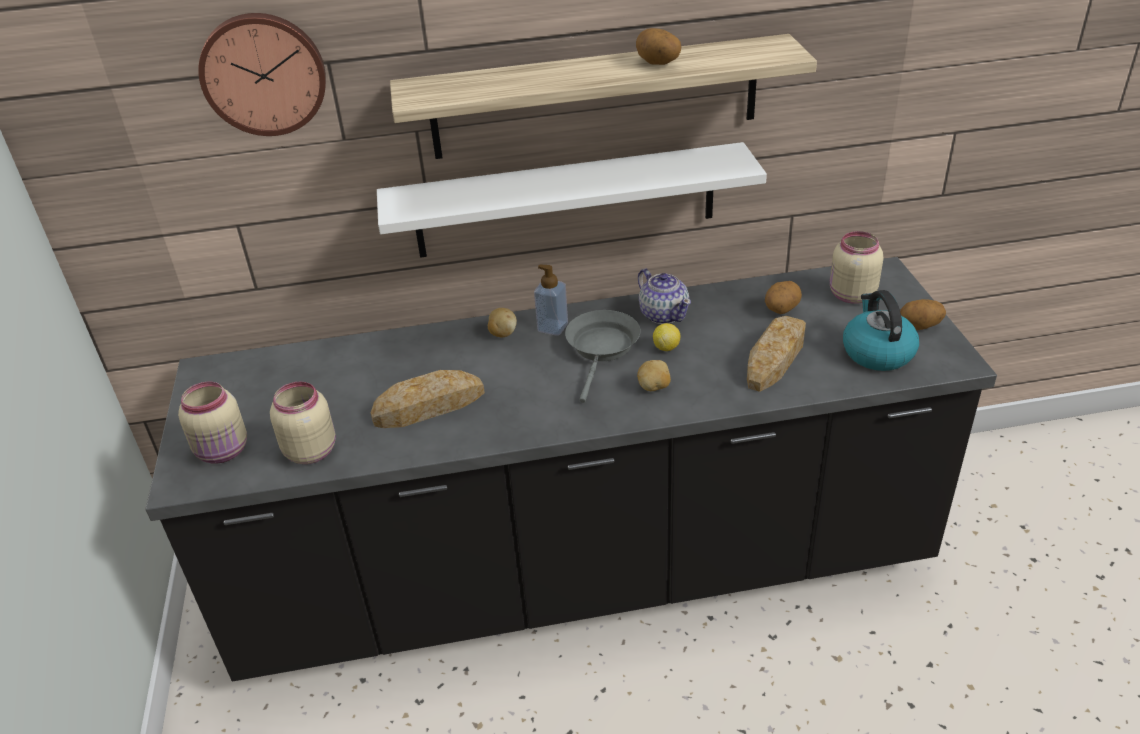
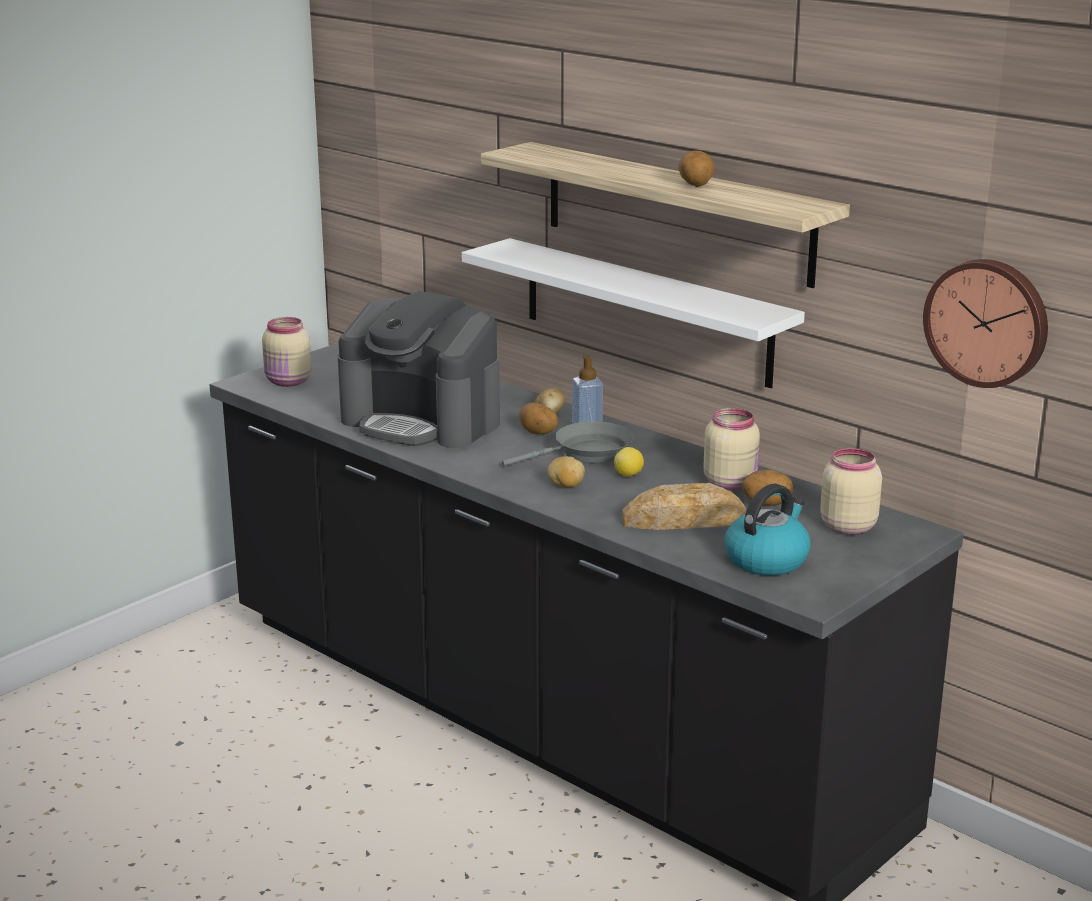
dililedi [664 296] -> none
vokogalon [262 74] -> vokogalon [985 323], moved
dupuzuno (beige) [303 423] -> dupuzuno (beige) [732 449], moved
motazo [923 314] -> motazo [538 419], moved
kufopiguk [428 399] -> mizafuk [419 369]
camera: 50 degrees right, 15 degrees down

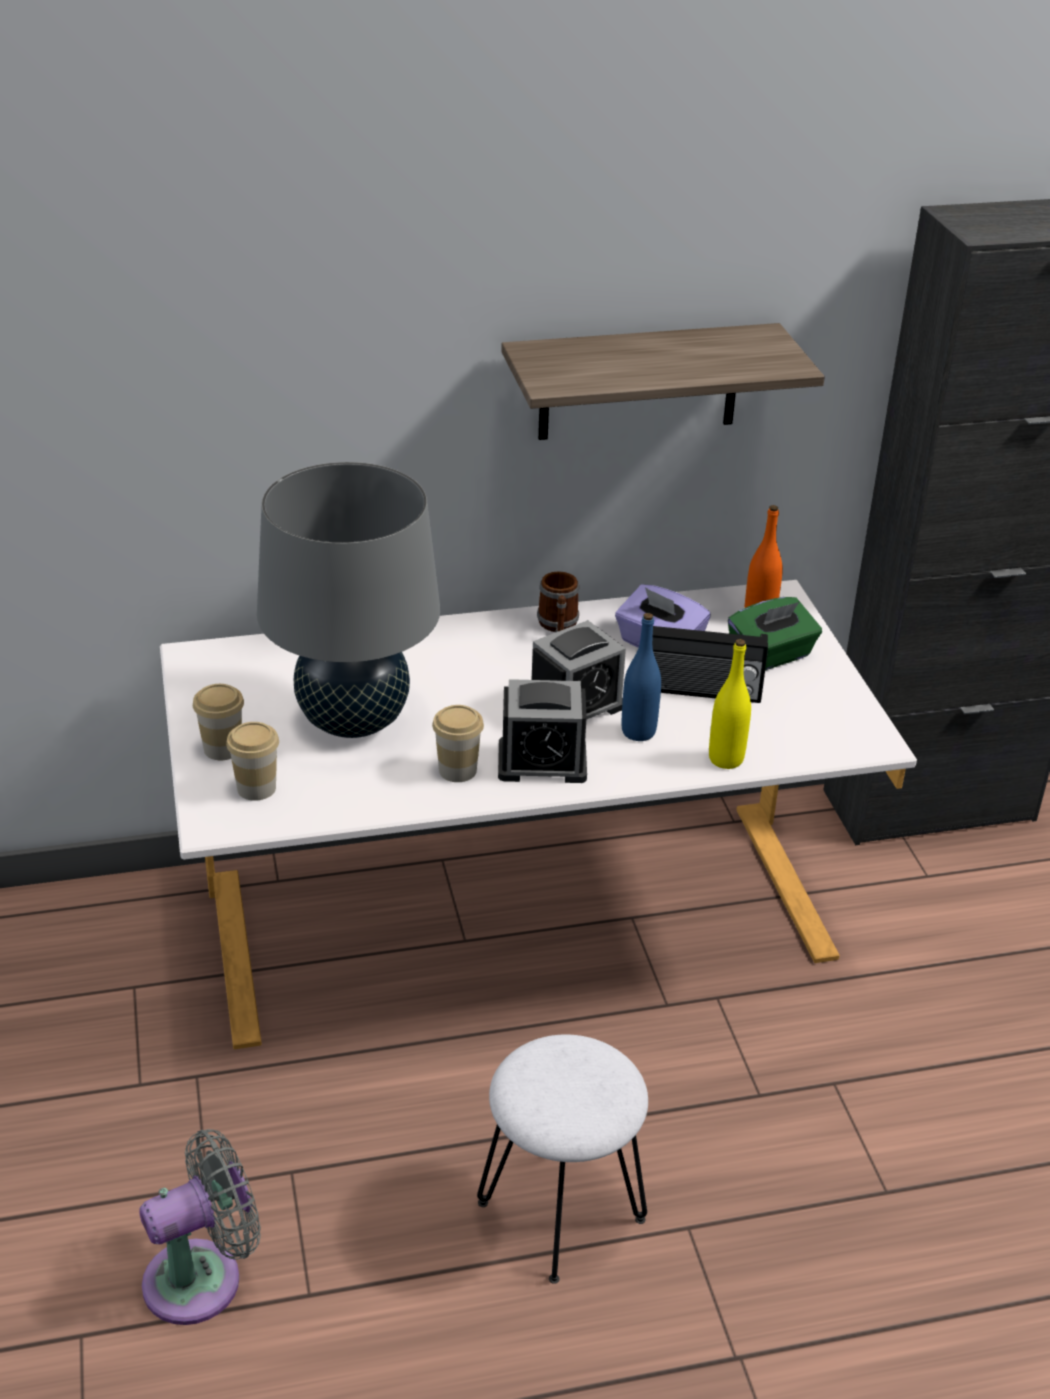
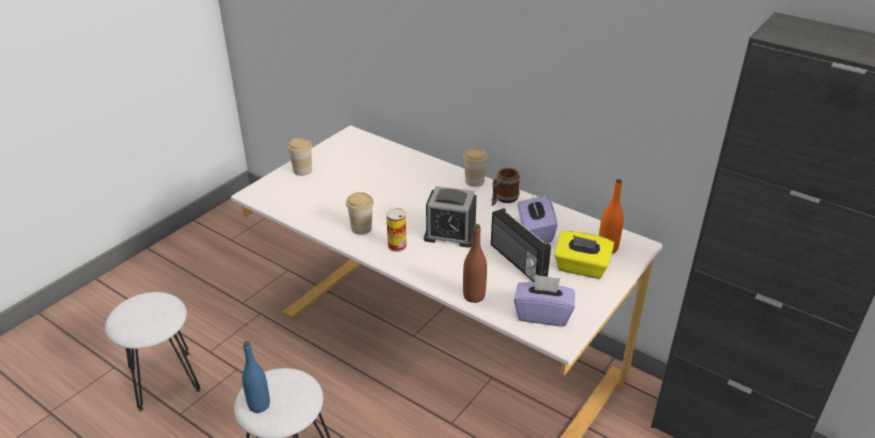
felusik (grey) [348 600] -> none
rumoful [663 381] -> none
none -> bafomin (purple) [544 300]
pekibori [252 761] -> pekibori [475 167], moved
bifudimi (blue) [641 677] -> bifudimi (blue) [256 377], moved
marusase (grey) [200 1227] -> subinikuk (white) [153 351]
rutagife [542 731] -> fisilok [396 230]
bifudimi (yellow) [730 704] -> bifudimi (brown) [475 263]
bafomin (green) [775 633] -> bafomin (yellow) [584 255]
camera: 50 degrees right, 0 degrees up

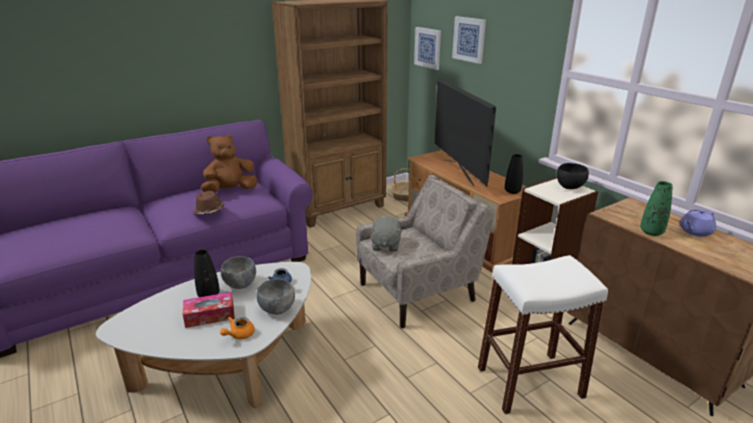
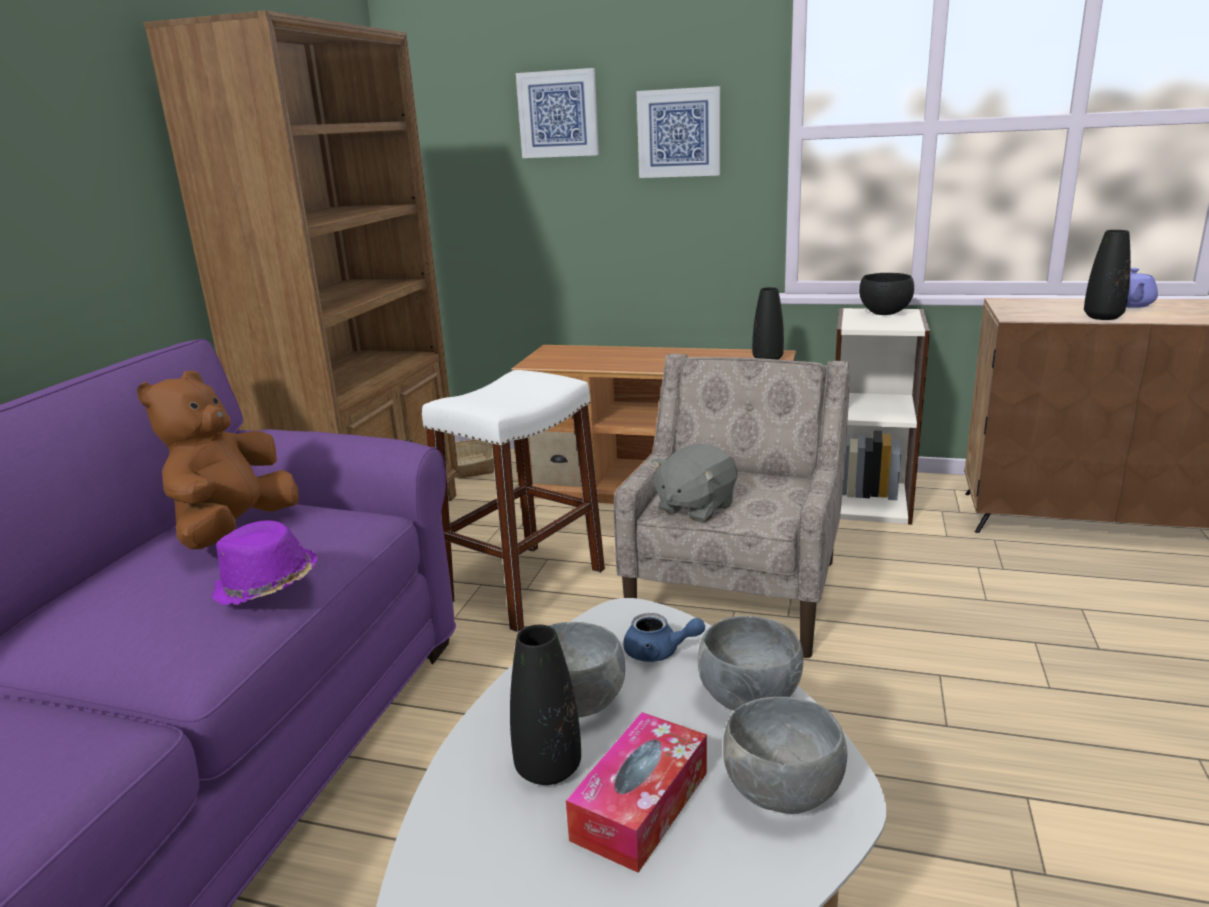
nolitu [465 132] -> none
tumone [427 48] -> tumone [678 132], moved
subinikuk (white) [543 334] -> subinikuk (white) [513 501], moved
dililedi (orange) [237 328] -> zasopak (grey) [785 755]
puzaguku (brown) [209 202] -> puzaguku (purple) [265 562]
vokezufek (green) [656 208] -> vokezufek (black) [1107 275]
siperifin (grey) [385 234] -> siperifin (grey) [694 483], 75 degrees clockwise
camera: 40 degrees left, 5 degrees down

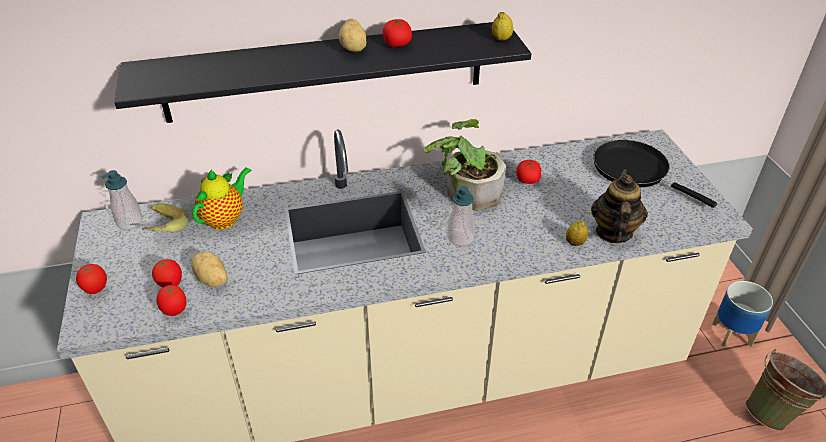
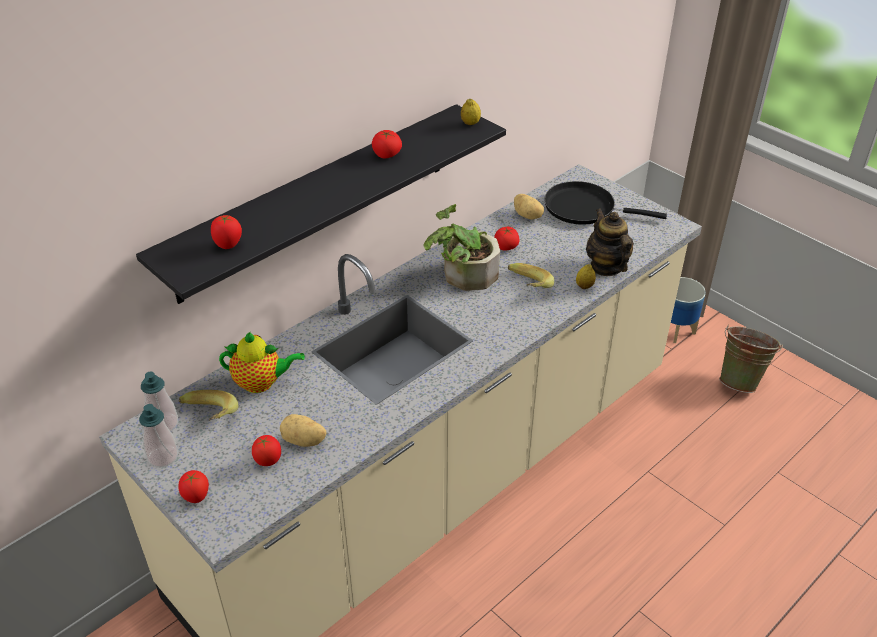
none -> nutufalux [531 275]
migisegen [171 300] -> migisegen [226 232], moved
motazo [352 35] -> motazo [529 207], moved
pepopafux [461 216] -> pepopafux [158 435], moved
dililedi [222 198] -> dililedi [262 362], 90 degrees clockwise
camera: 30 degrees left, 0 degrees up

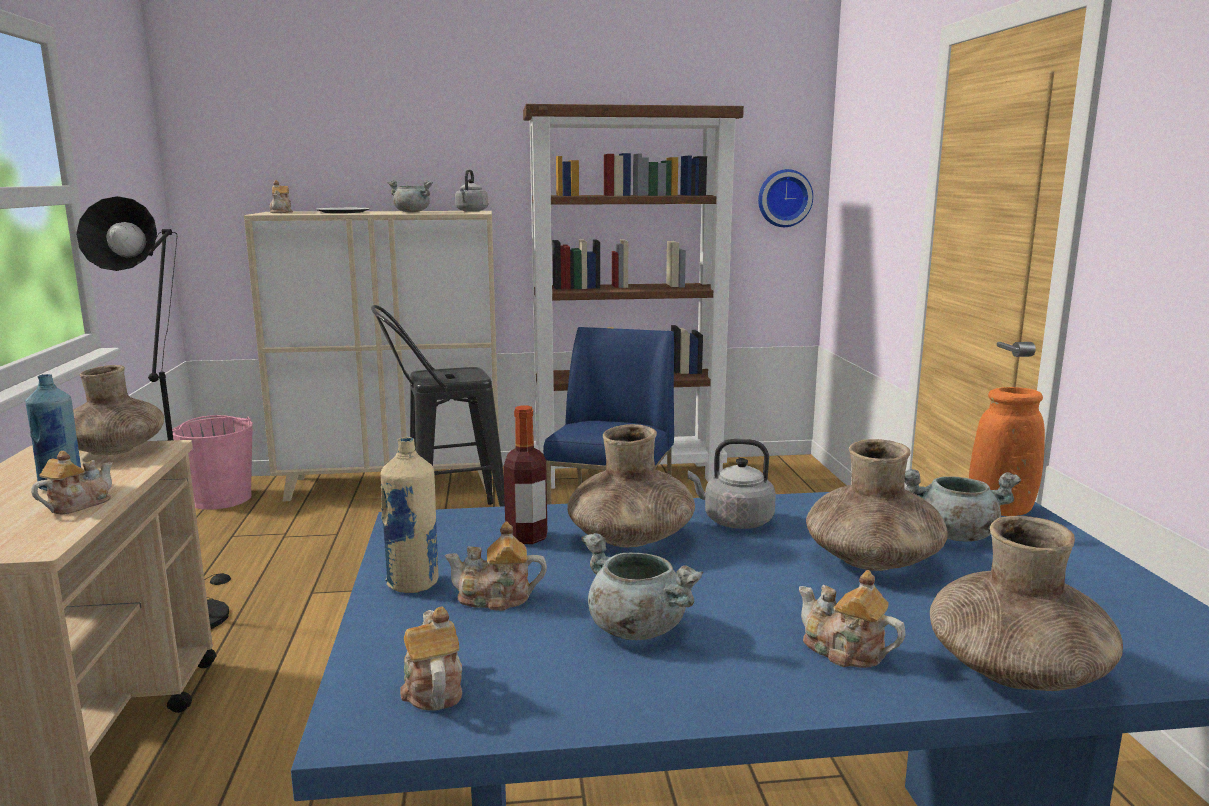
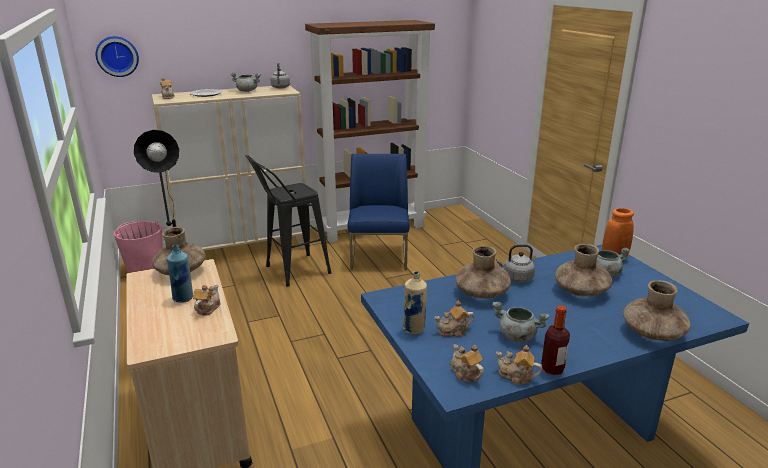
bifudimi [525 475] -> bifudimi [555 340], moved
vokogalon [785 198] -> vokogalon [117 56], moved
dililedi [852 619] -> dililedi [519 365], moved
camera: 15 degrees left, 10 degrees up

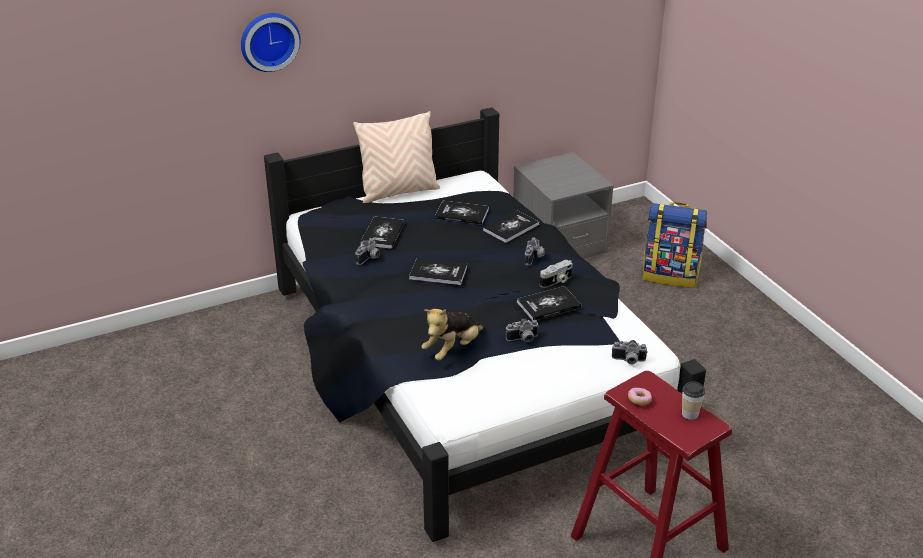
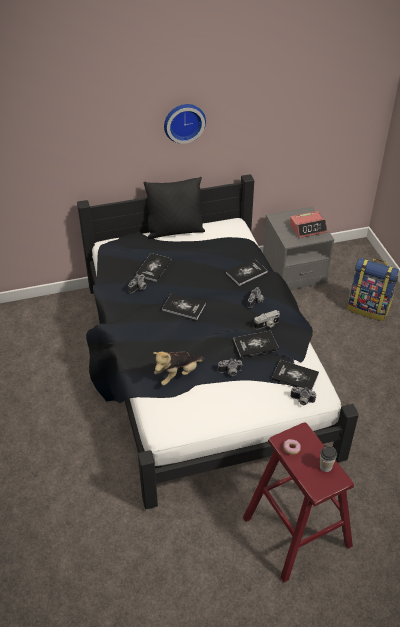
none -> rutagife [308 224]
vokogalon [271 42] -> vokogalon [185 124], moved
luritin [462 213] -> luritin [295 375], moved
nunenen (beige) [396 157] -> nunenen (black) [174 208]
camera: 10 degrees right, 10 degrees up

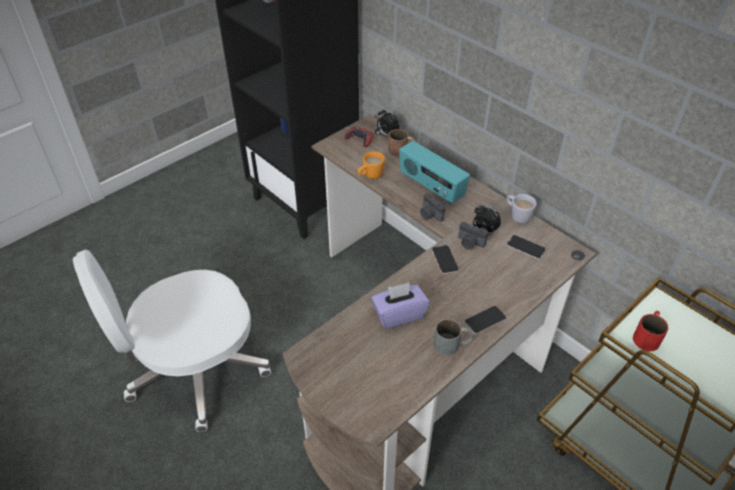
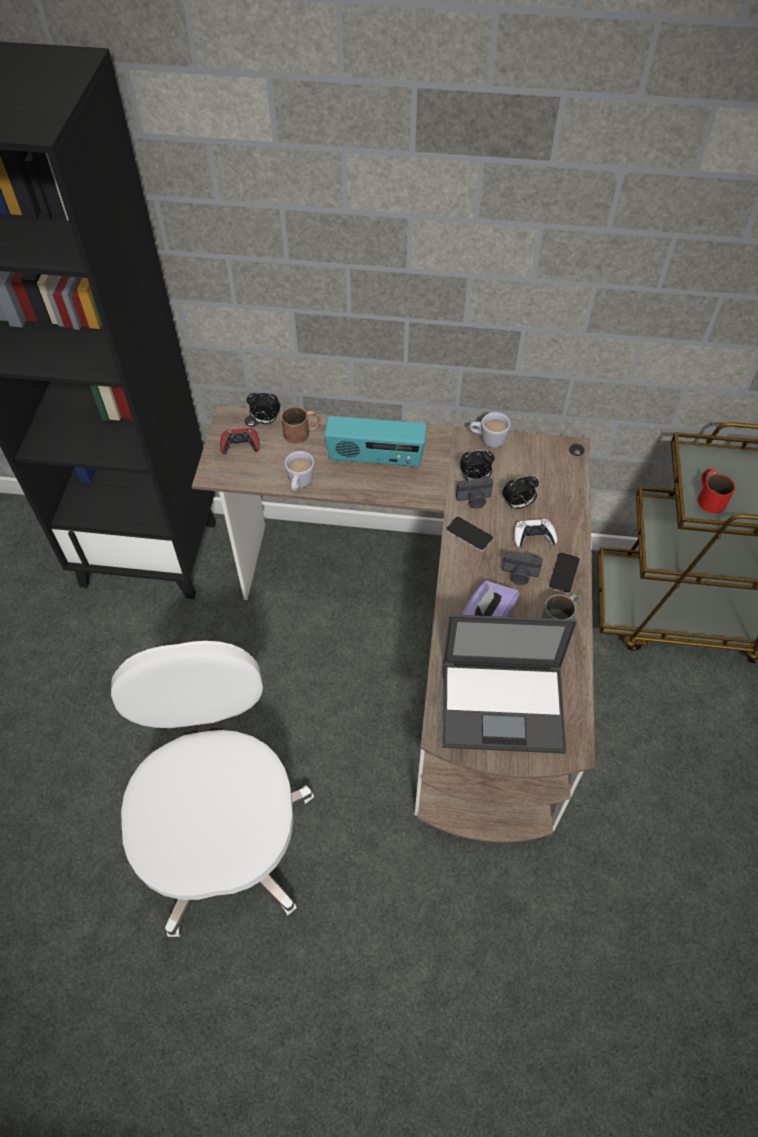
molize [526 247] -> none
none -> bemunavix [509 684]
none -> rutagife [520 492]
none -> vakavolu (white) [535 533]
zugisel [433 207] -> zugisel [522 568], moved
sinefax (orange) [371 165] -> sinefax (white) [299 471]
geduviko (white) [172 341] -> geduviko (white) [212 789], 150 degrees clockwise
camera: 40 degrees left, 10 degrees up

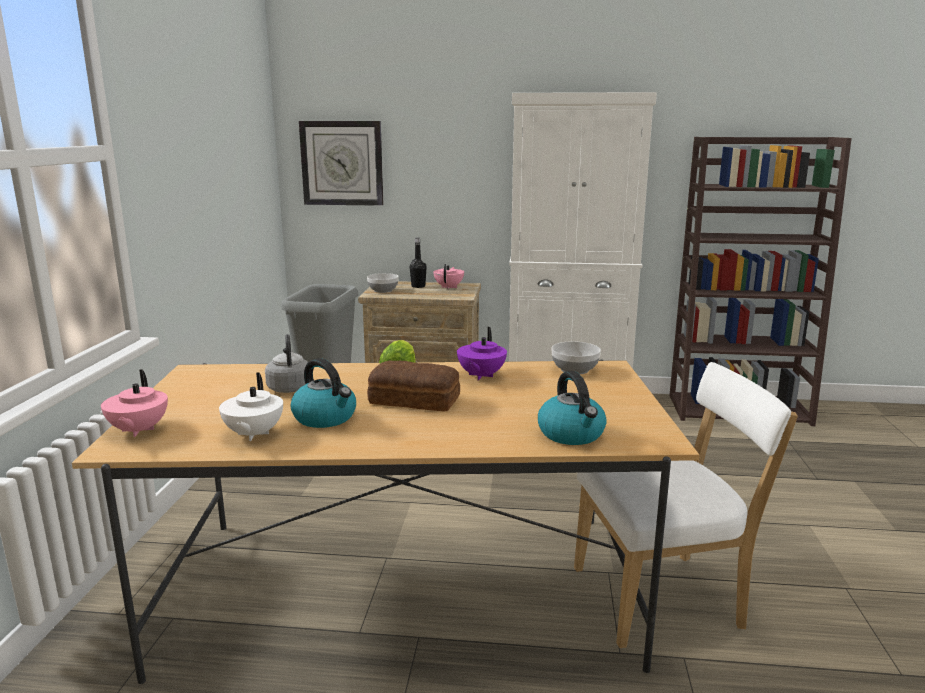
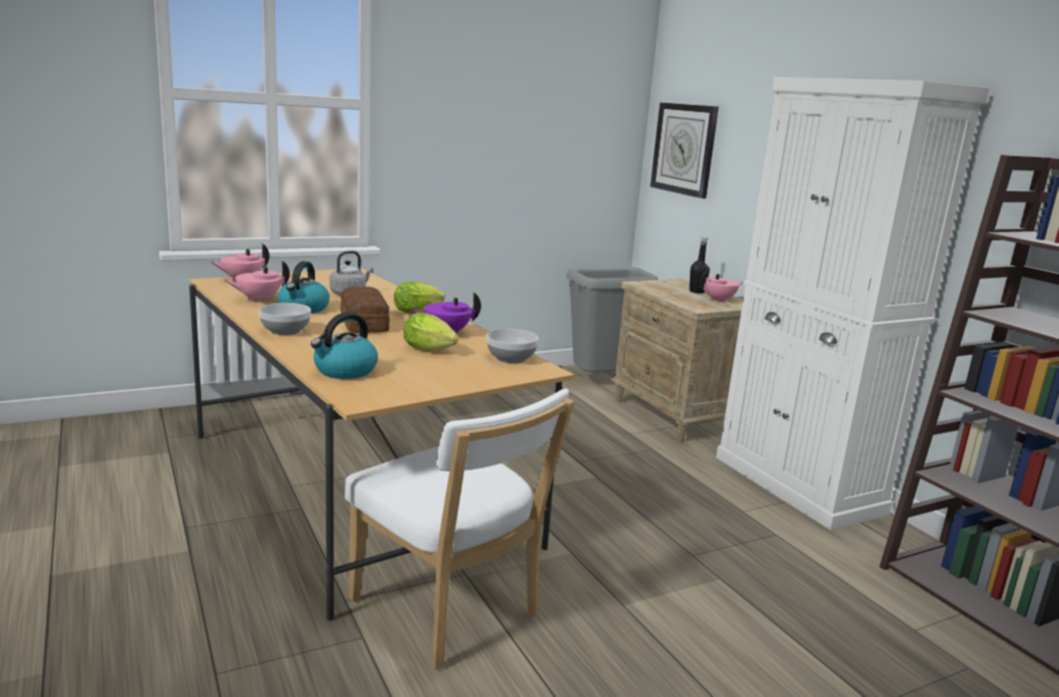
none -> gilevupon [431 332]
zasopak [383 283] -> zasopak [285 319], moved
dililedi (white) [251 406] -> dililedi (pink) [257 281]
camera: 55 degrees right, 0 degrees up

